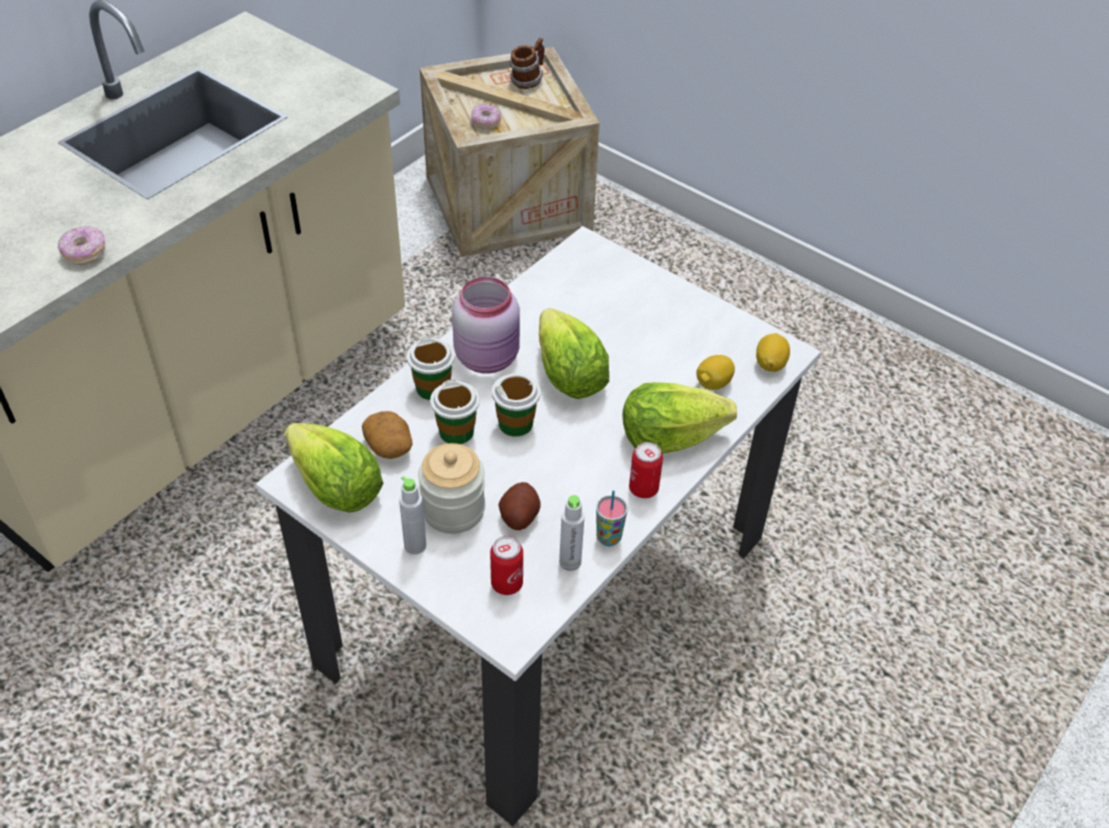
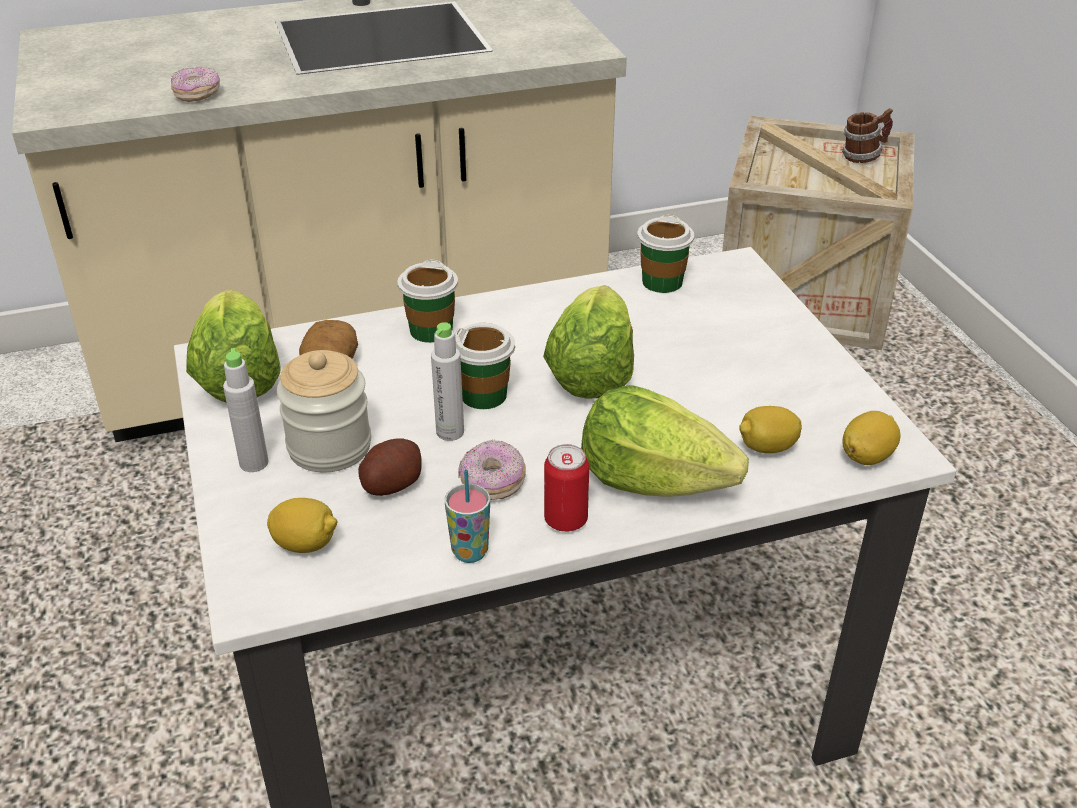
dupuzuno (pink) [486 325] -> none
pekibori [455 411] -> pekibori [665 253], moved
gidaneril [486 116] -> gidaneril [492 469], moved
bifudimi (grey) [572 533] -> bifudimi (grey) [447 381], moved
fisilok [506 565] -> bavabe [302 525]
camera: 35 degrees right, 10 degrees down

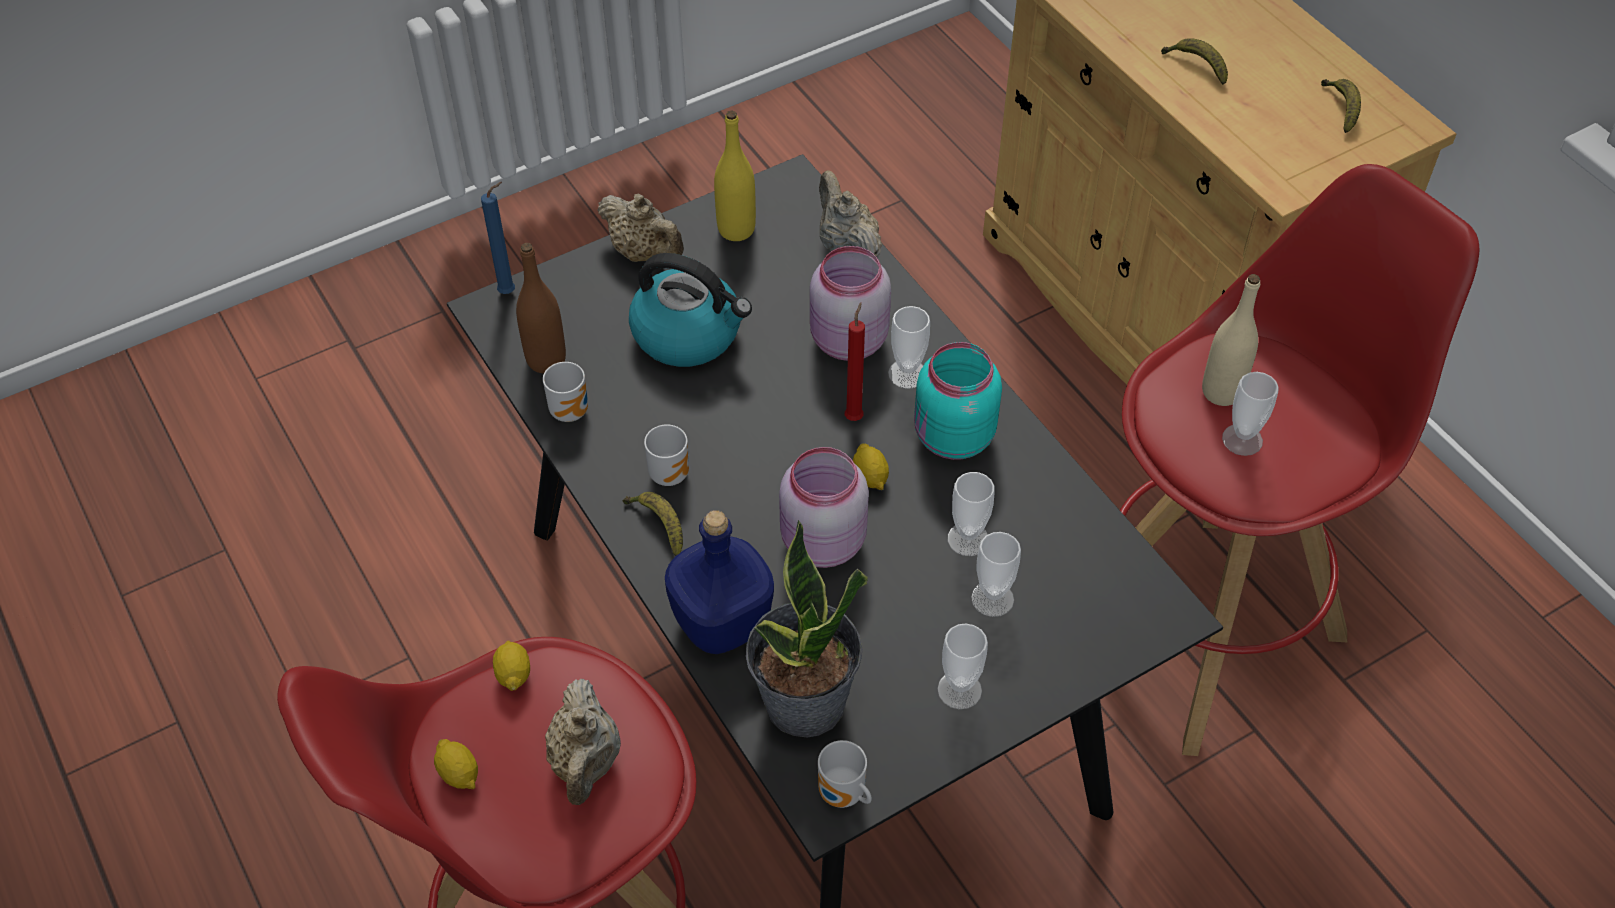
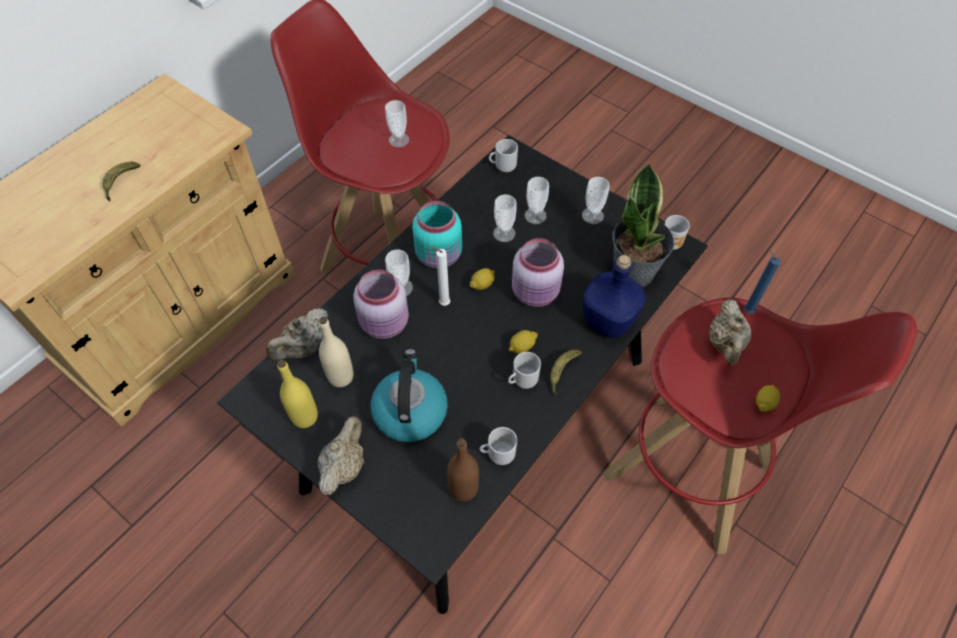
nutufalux [1341 106] -> none
none -> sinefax [503 155]
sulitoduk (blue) [498 238] -> sulitoduk (blue) [762 281], moved
bavabe [511 666] -> bavabe [523 341], moved
bifudimi (beige) [1231 340] -> bifudimi (beige) [336 352], moved
sulitoduk (red) [855 362] -> sulitoduk (white) [440 276]
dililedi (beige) [583 742] -> dililedi (beige) [730 332], 120 degrees clockwise
camera: 110 degrees left, 5 degrees up

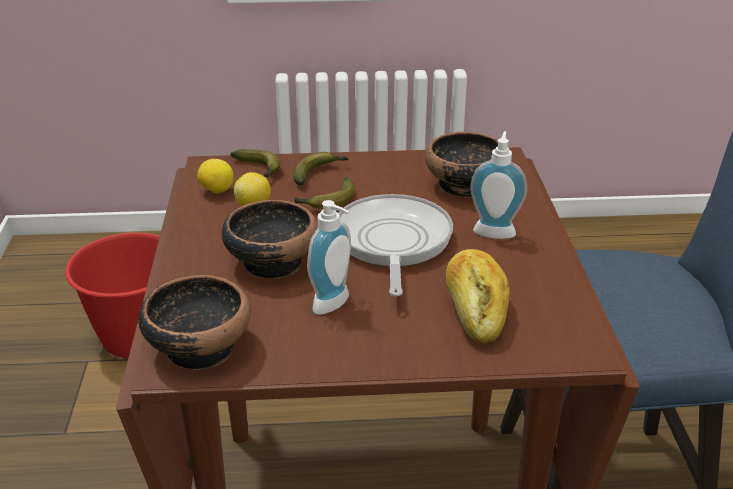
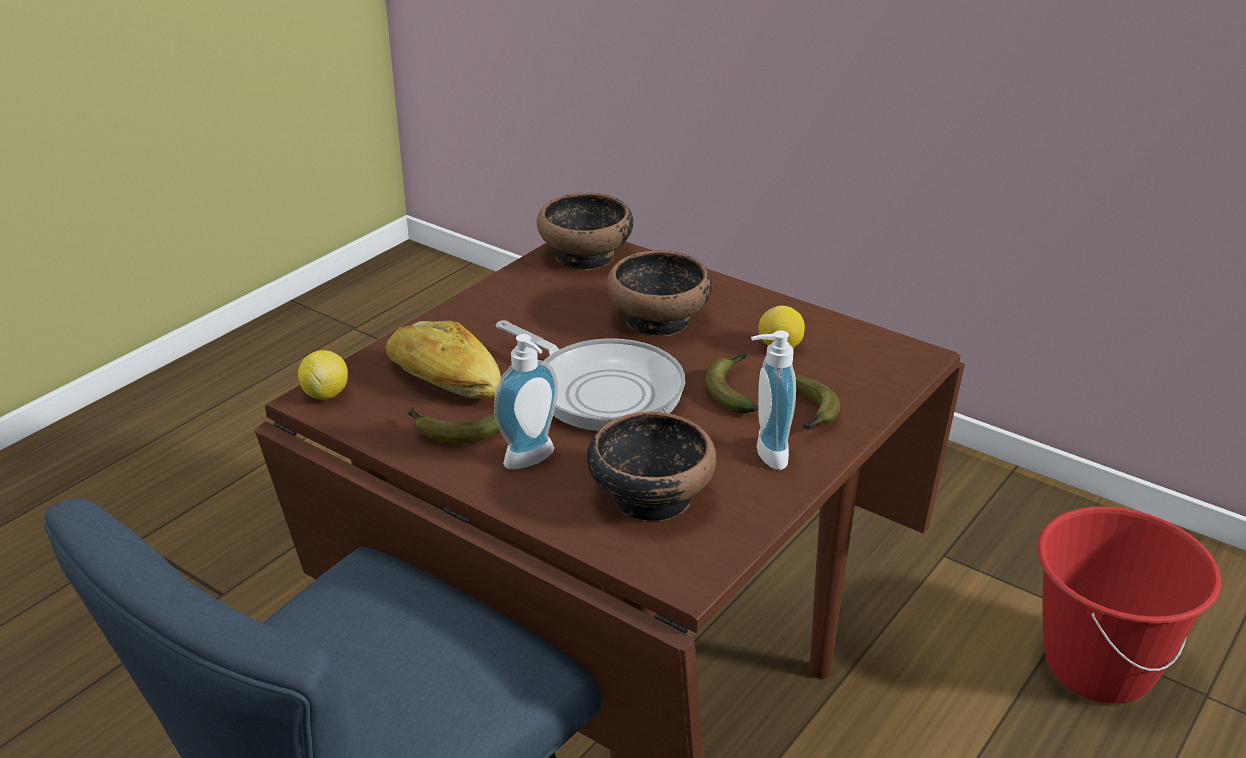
bavabe [215 176] -> bavabe [323 375], moved
nutufalux [255 163] -> nutufalux [454 425], moved
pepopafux [329 257] -> pepopafux [773 400], moved
camera: 130 degrees right, 0 degrees up

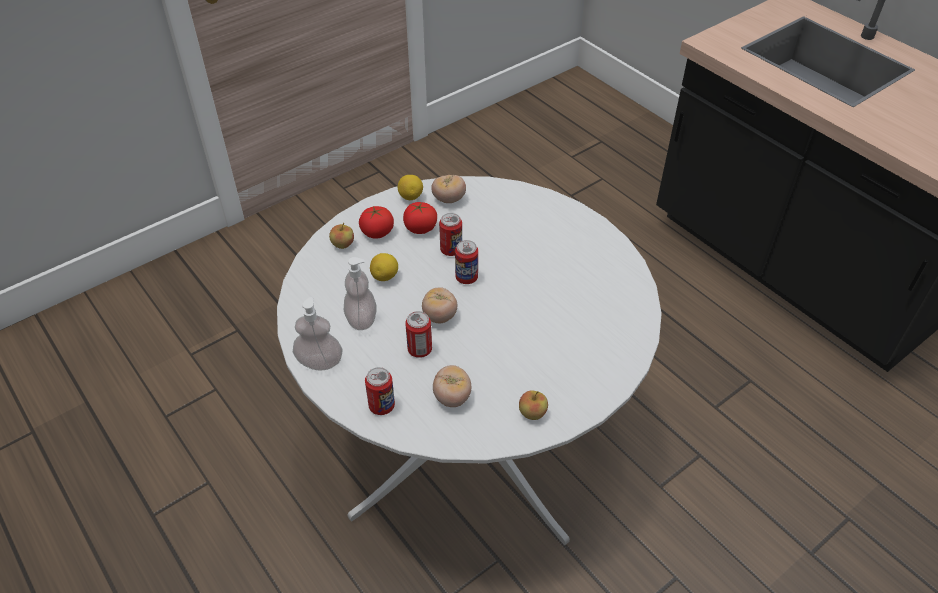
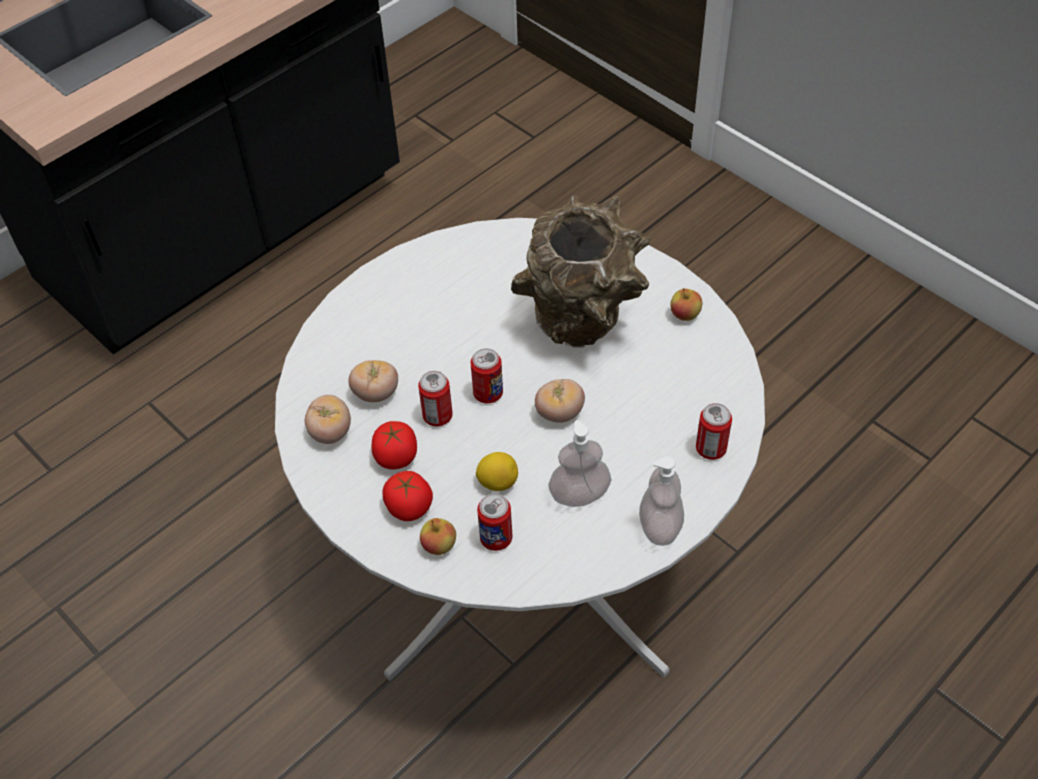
bavabe [410 187] -> none
none -> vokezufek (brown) [580 271]
fisilok [418 334] -> fisilok [494 522], moved
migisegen [452 386] -> migisegen [373 381], moved
camera: 95 degrees left, 5 degrees up

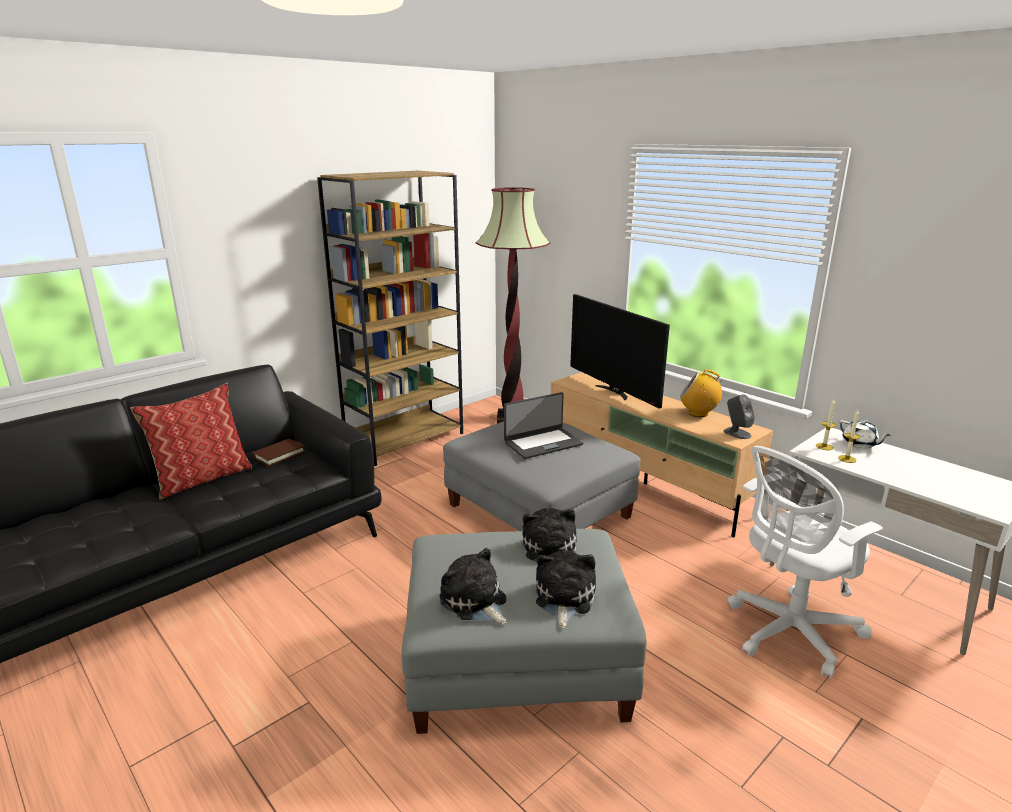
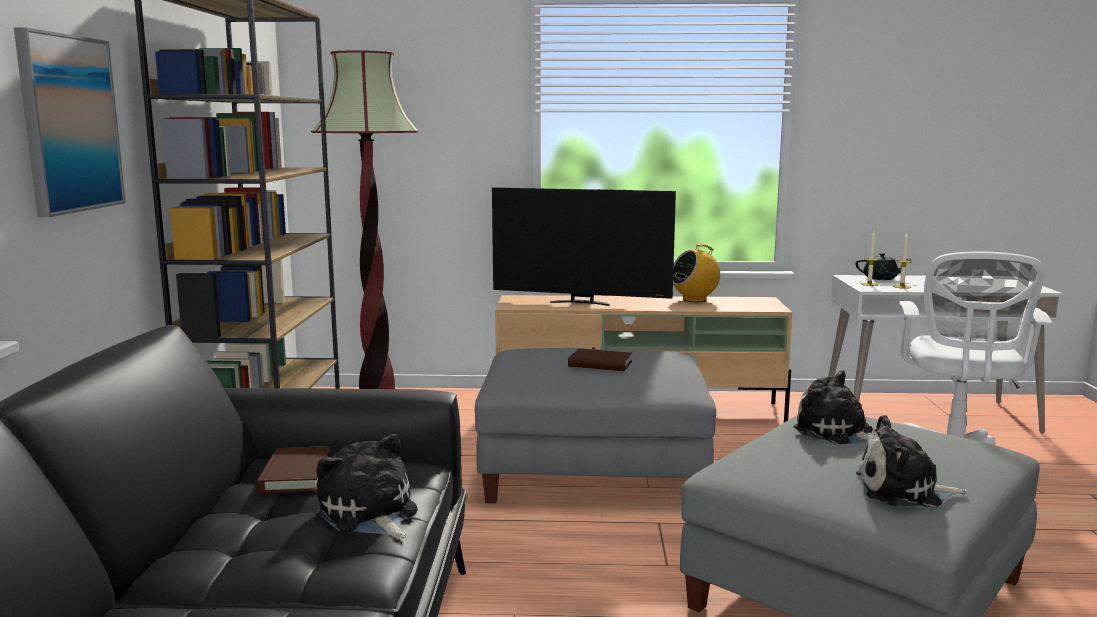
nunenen [191 441] -> none
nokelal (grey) [739 416] -> none
none -> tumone [70 122]
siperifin [566 589] -> siperifin [366 486], moved
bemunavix [543 425] -> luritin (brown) [600 360]
dililedi (white) [865 434] -> dililedi (black) [883 266]
camera: 45 degrees left, 10 degrees down

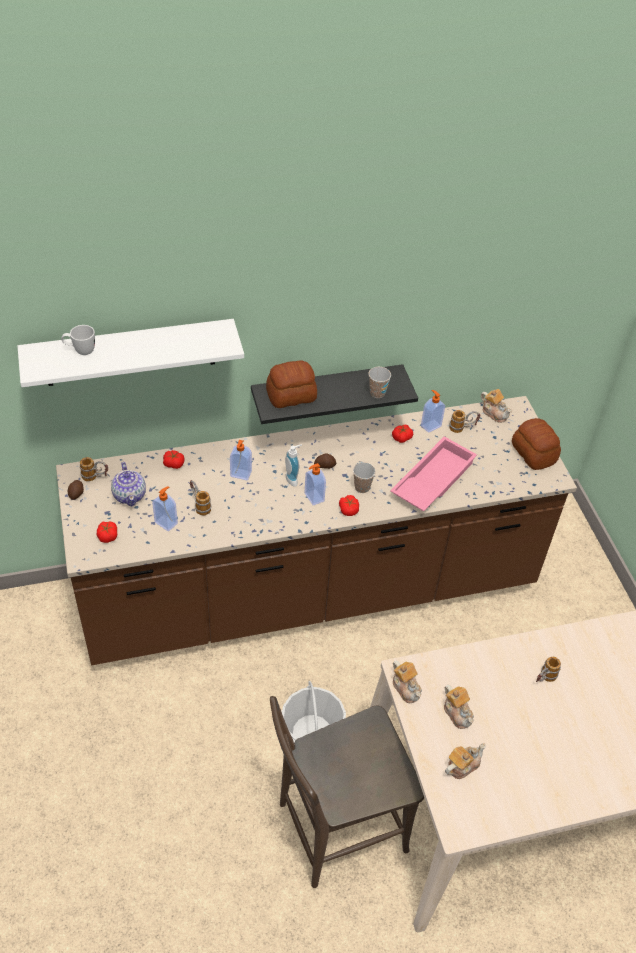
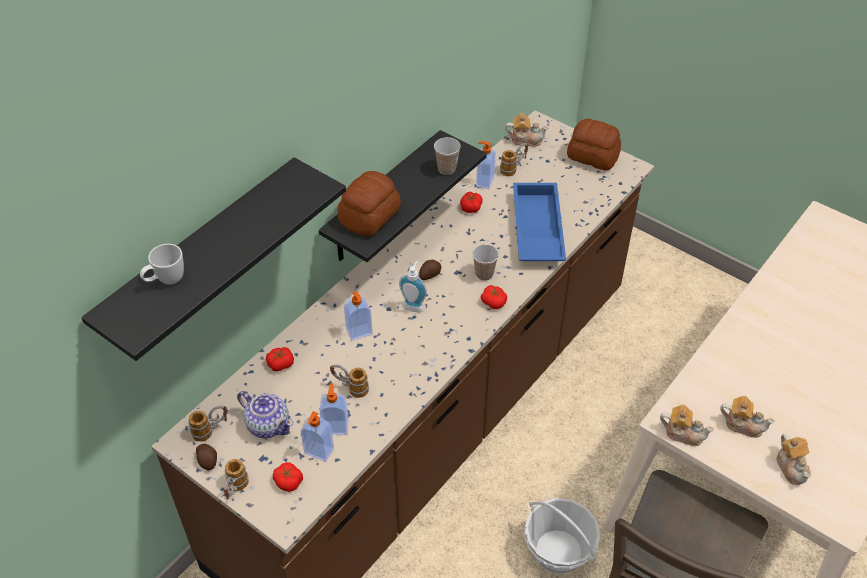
pepopafux [315 484] -> pepopafux [317 436], moved
sinefax [548 669] -> sinefax [236 479], moved
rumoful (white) [130 353] -> rumoful (black) [213 259]
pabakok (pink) [433 473] -> pabakok (blue) [539 222]
dililedi [465 761] -> dililedi [793 459], 150 degrees clockwise
camera: 35 degrees left, 0 degrees up

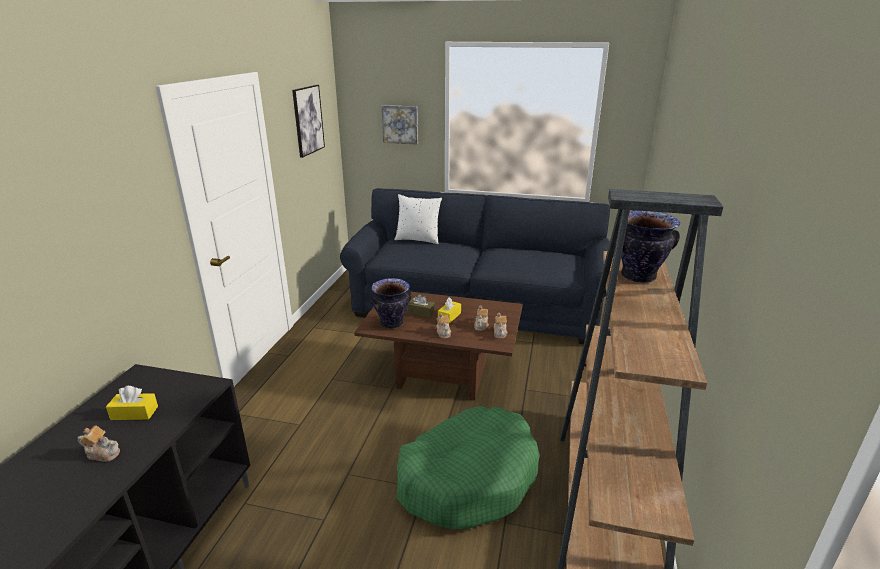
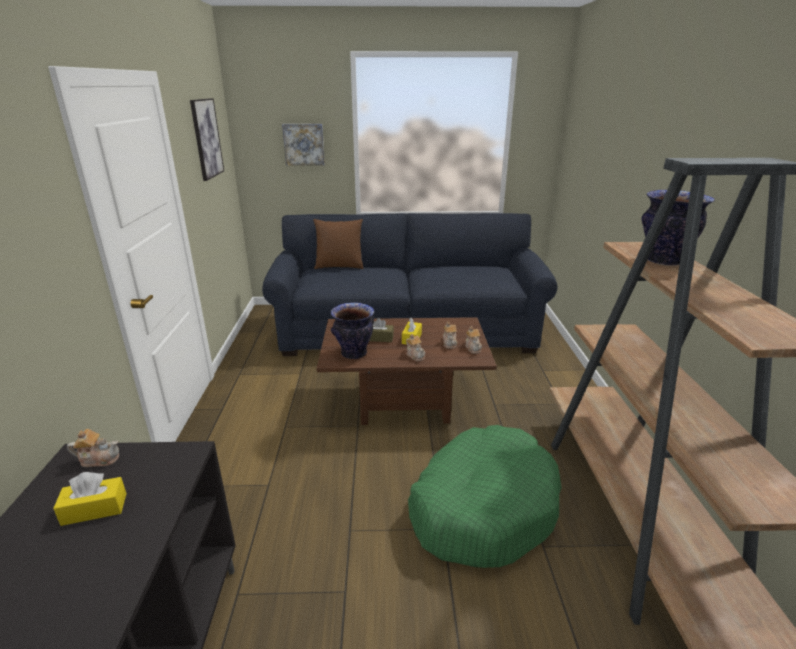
dililedi [99 443] -> dililedi [93 448], moved
nunenen (white) [418 219] -> nunenen (brown) [338 244]
camera: 15 degrees left, 0 degrees up

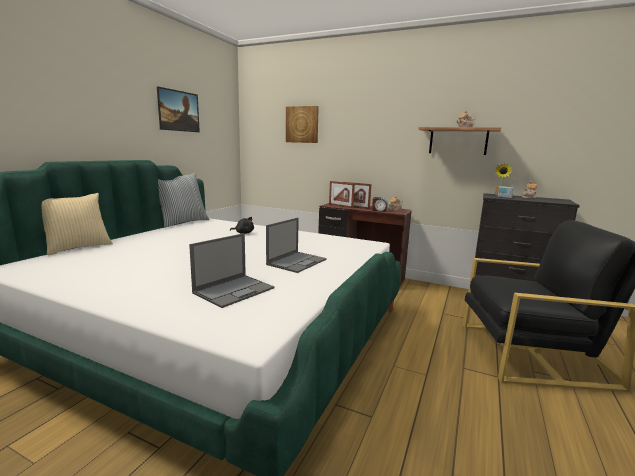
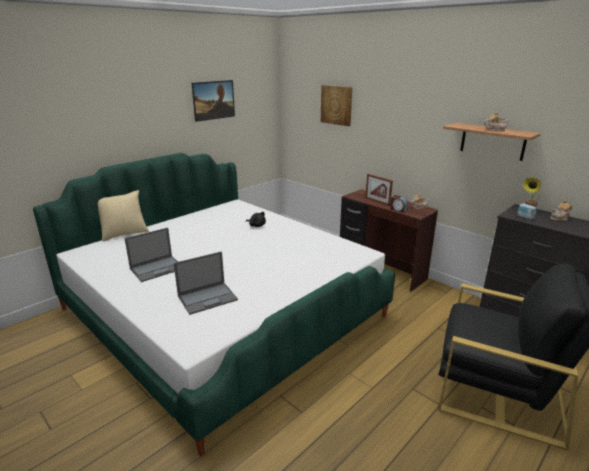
nunenen [183 200] -> none
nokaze [342 194] -> none
bemunavix [296 245] -> bemunavix [151 255], moved
camera: 20 degrees right, 10 degrees up

